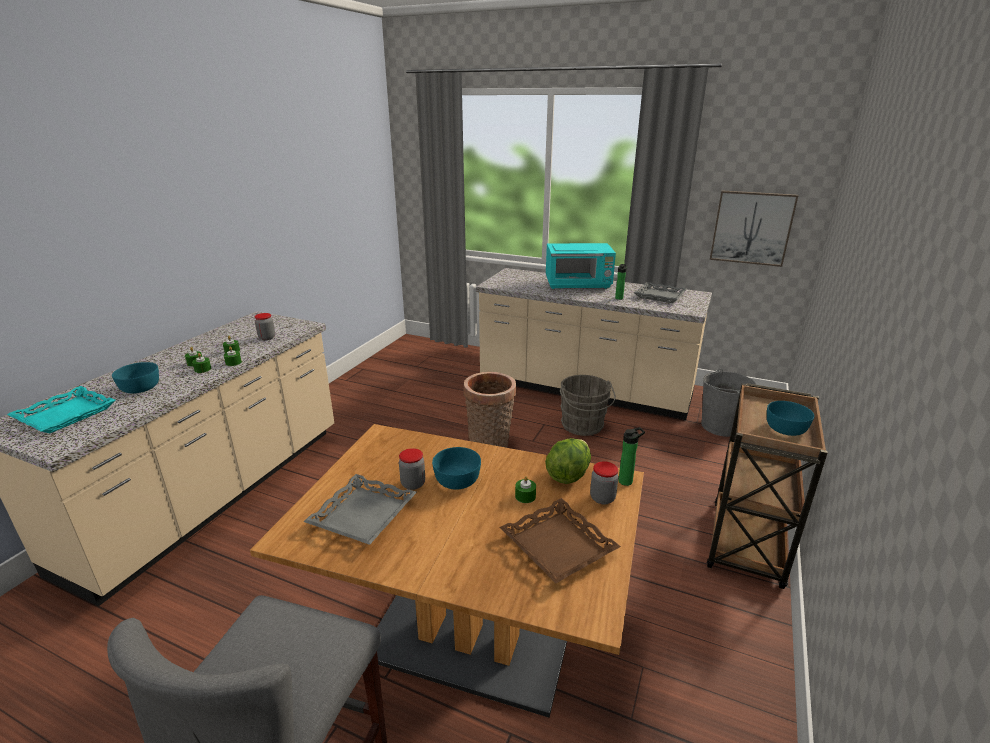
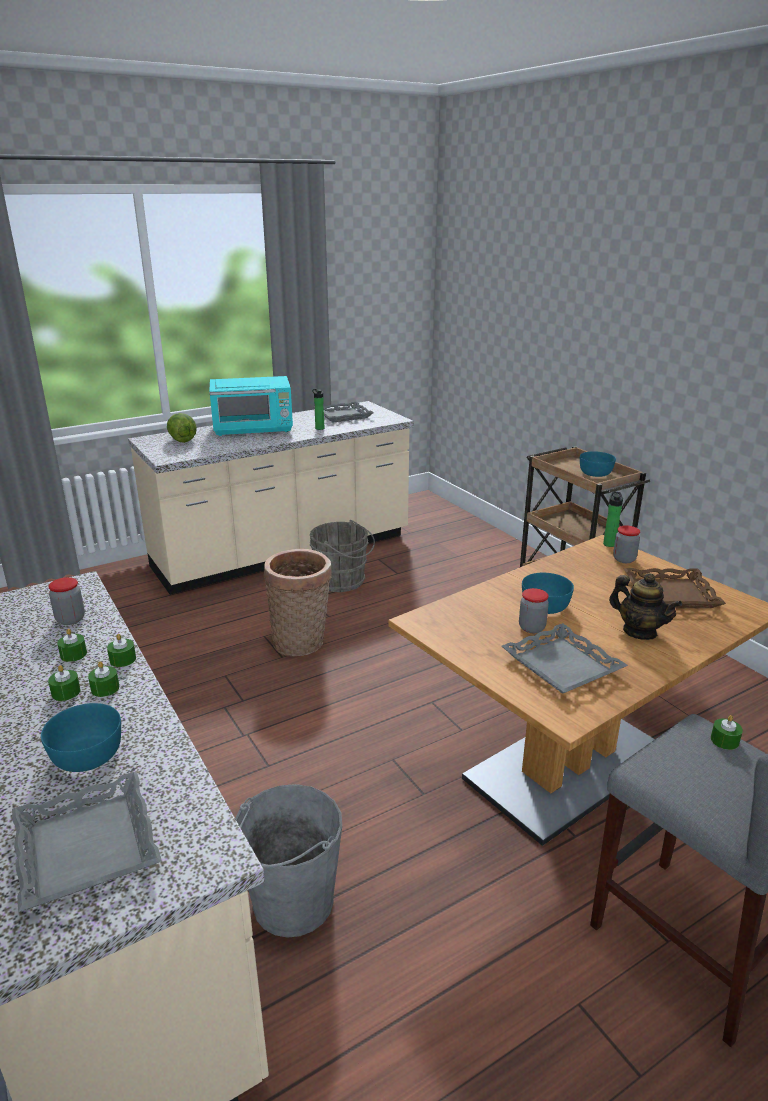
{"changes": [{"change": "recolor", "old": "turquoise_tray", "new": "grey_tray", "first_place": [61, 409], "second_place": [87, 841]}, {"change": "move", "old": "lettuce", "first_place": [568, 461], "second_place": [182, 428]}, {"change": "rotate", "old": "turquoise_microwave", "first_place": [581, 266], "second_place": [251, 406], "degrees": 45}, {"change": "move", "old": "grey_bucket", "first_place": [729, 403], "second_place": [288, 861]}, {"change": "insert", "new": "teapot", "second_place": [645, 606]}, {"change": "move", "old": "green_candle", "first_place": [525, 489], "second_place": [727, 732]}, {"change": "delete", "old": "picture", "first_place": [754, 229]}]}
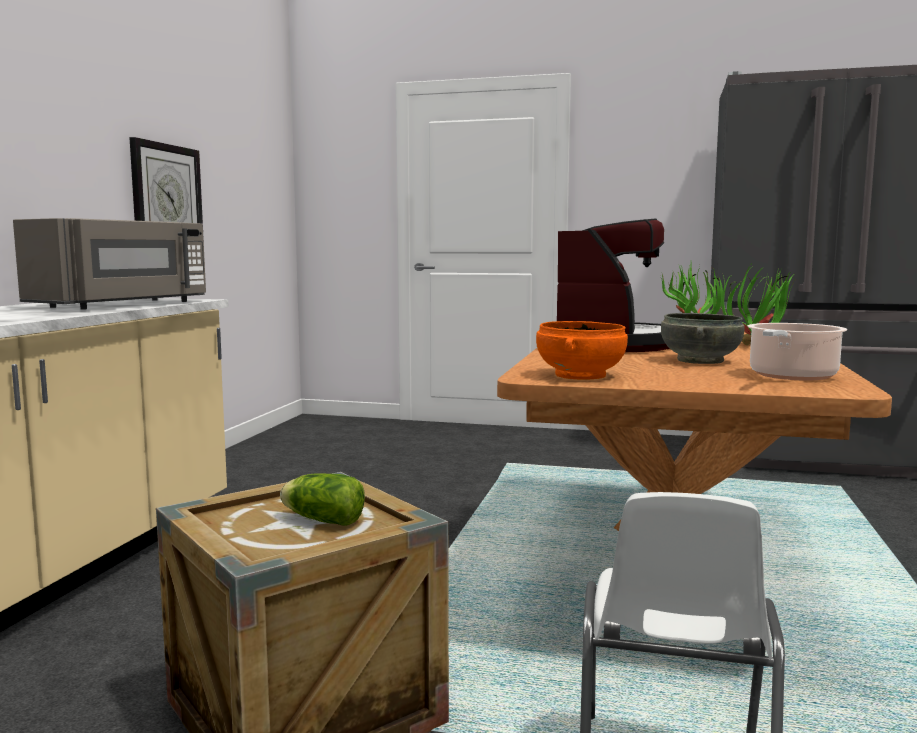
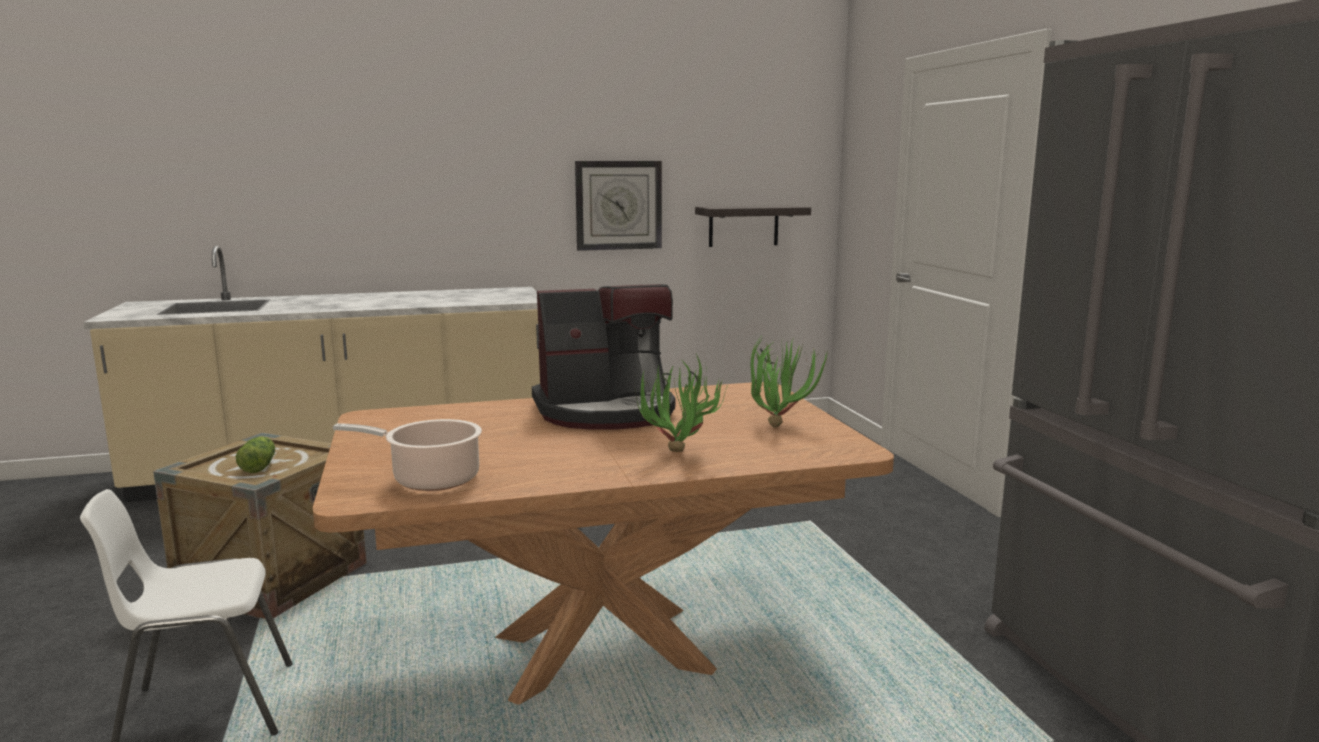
{"changes": [{"change": "insert", "new": "shelf", "second_place": [753, 226]}, {"change": "delete", "old": "grey_microwave", "first_place": [109, 264]}, {"change": "delete", "old": "orange_bowl", "first_place": [582, 350]}, {"change": "delete", "old": "grey_bowl", "first_place": [703, 338]}]}
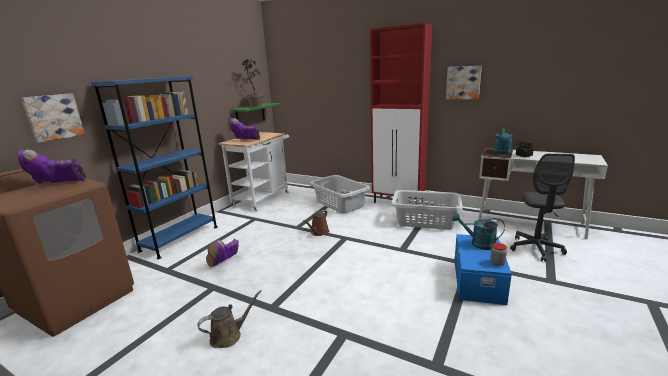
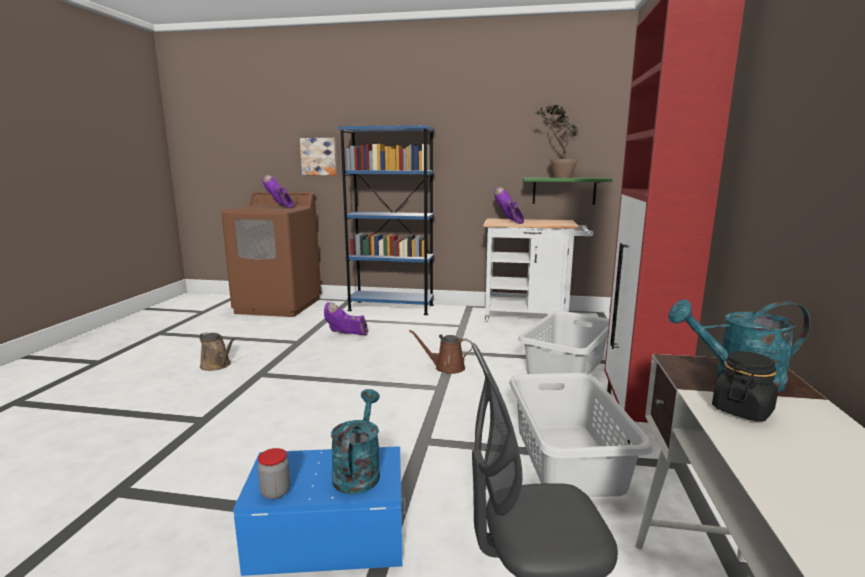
{"changes": [{"change": "delete", "old": "picture", "first_place": [464, 82]}]}
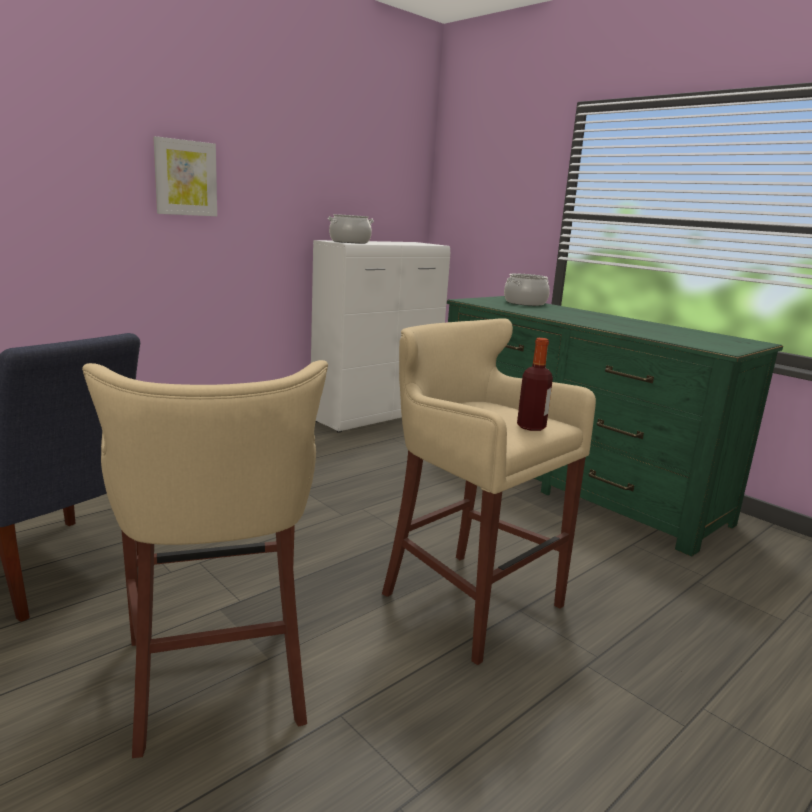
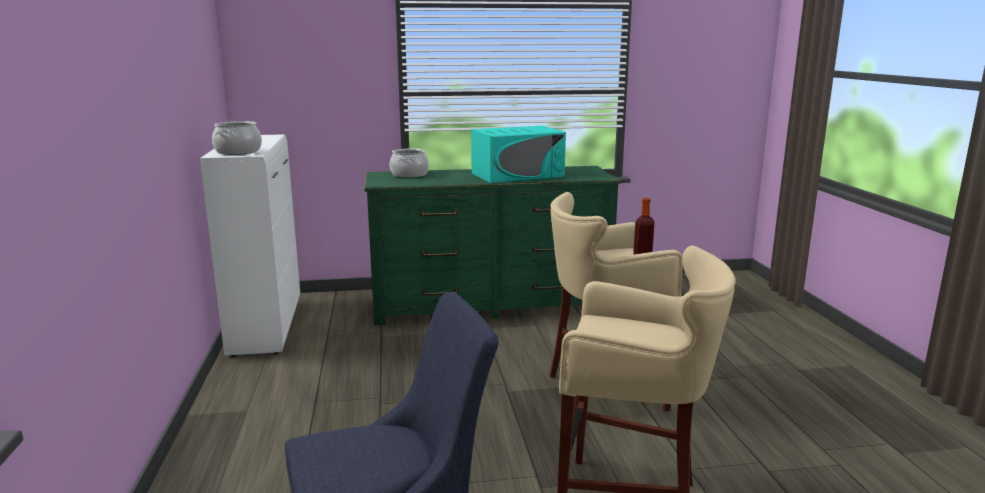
{"changes": [{"change": "insert", "new": "turquoise_microwave", "second_place": [518, 154]}, {"change": "delete", "old": "picture", "first_place": [185, 176]}]}
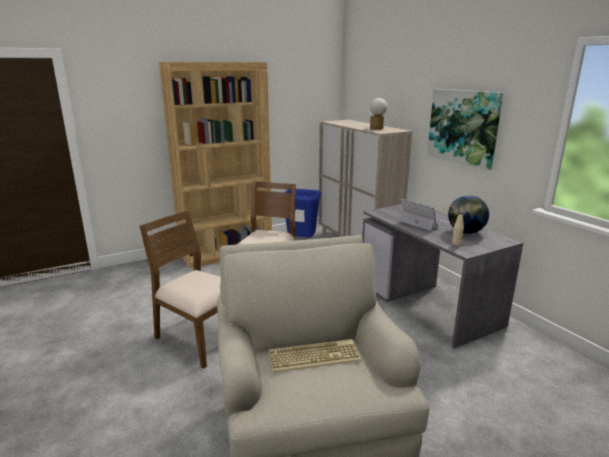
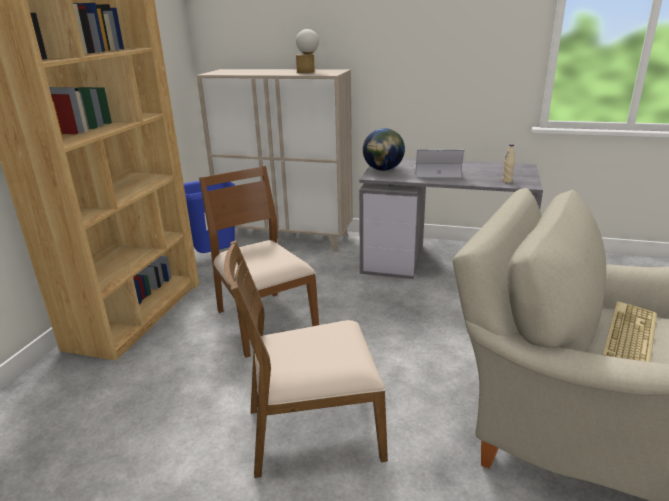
{"changes": [{"change": "move", "old": "globe", "first_place": [468, 214], "second_place": [384, 149]}, {"change": "delete", "old": "picture", "first_place": [465, 129]}]}
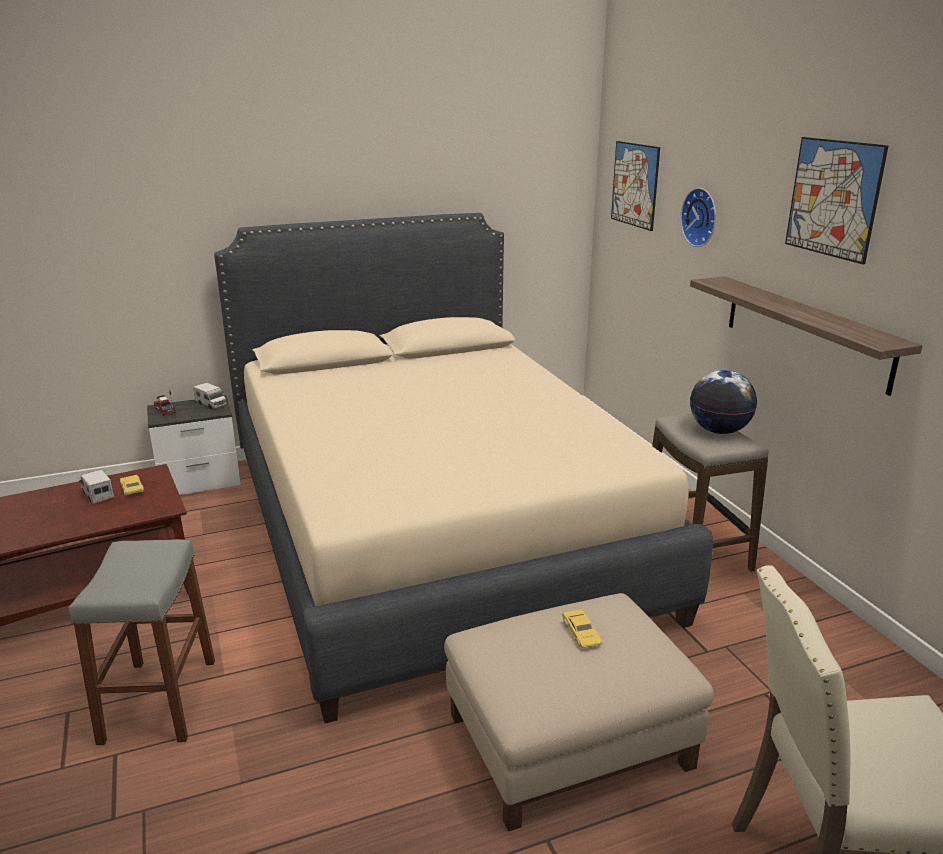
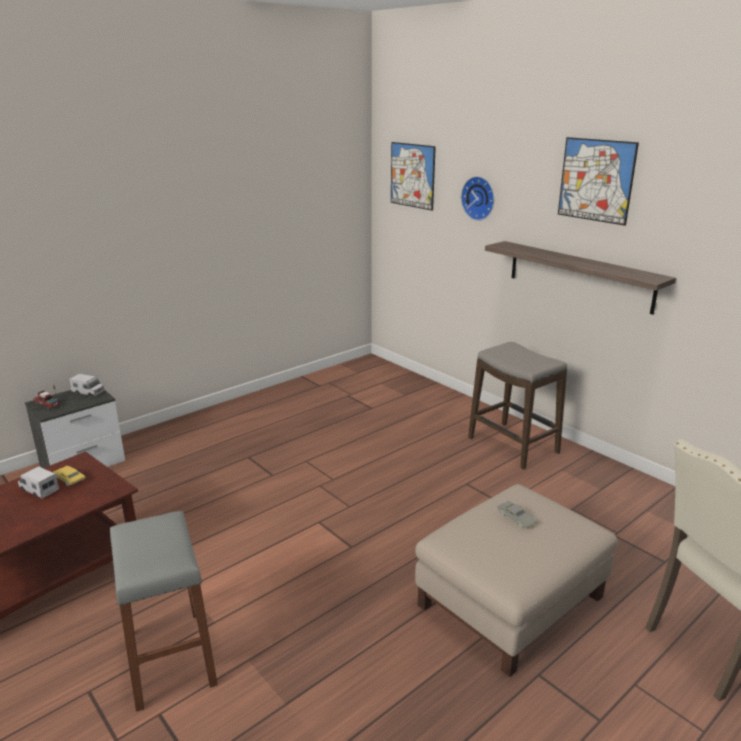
{"changes": [{"change": "recolor", "old": "yellow_toy_car", "new": "grey_toy_car", "first_place": [582, 628], "second_place": [517, 514]}, {"change": "delete", "old": "beige_bed", "first_place": [463, 468]}, {"change": "delete", "old": "globe", "first_place": [723, 402]}]}
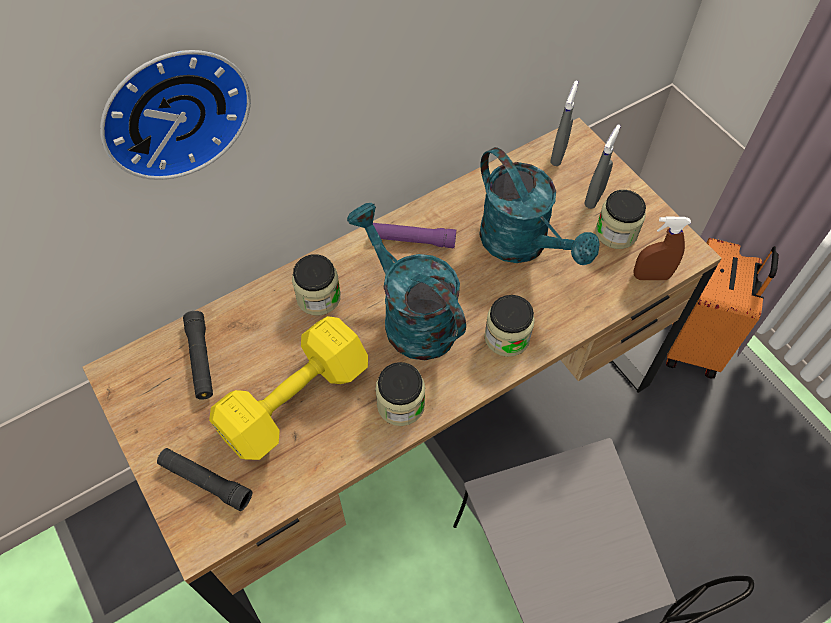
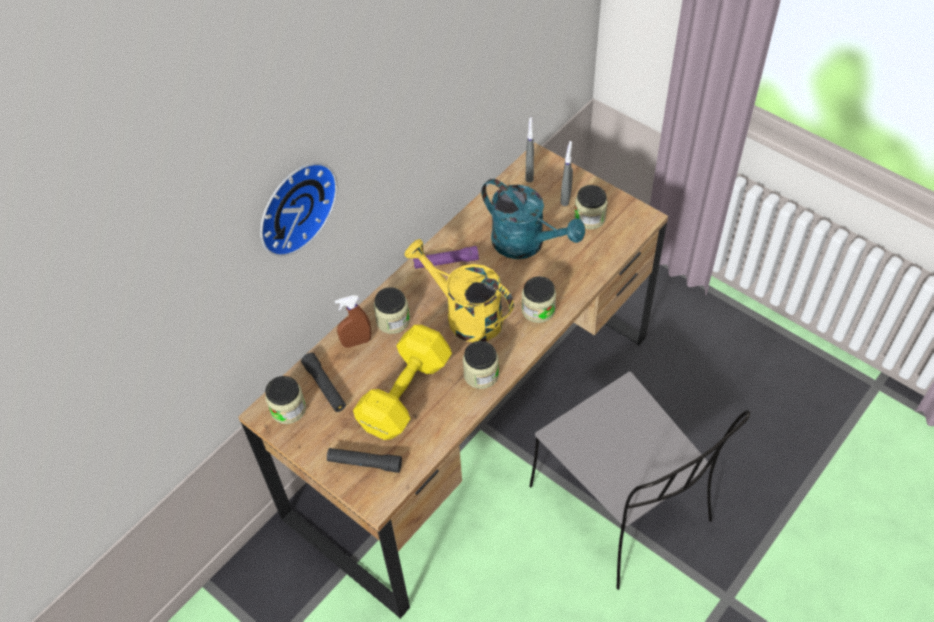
{"changes": [{"change": "insert", "new": "jar", "second_place": [285, 400]}, {"change": "move", "old": "brown_spray_bottle", "first_place": [662, 248], "second_place": [353, 321]}, {"change": "recolor", "old": "turquoise_watering_can", "new": "yellow_watering_can", "first_place": [406, 281], "second_place": [459, 290]}, {"change": "delete", "old": "orange_suitcase", "first_place": [722, 308]}]}
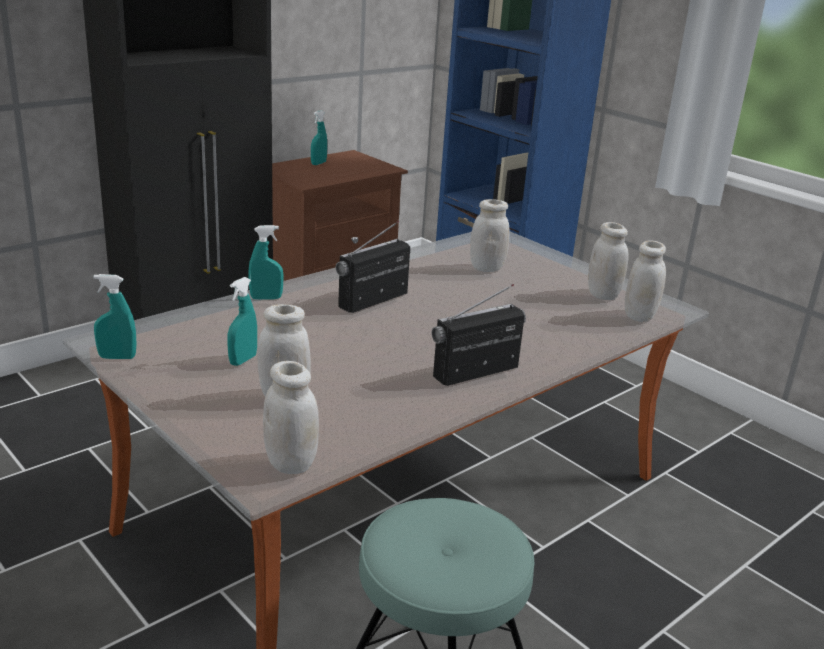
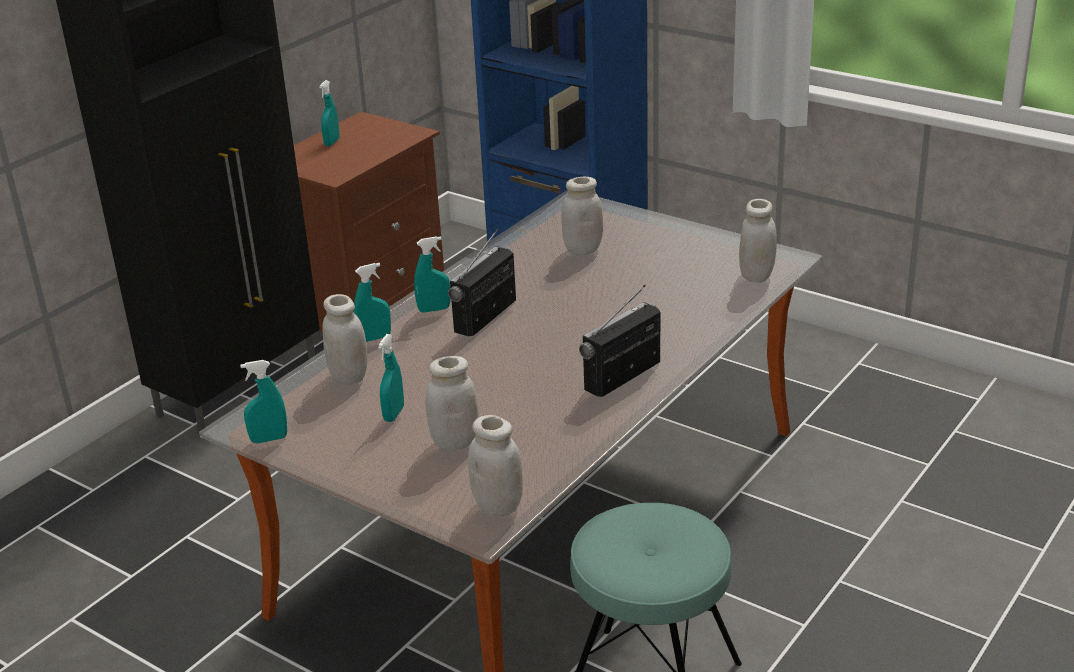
{"changes": [{"change": "move", "old": "white_jar", "first_place": [608, 261], "second_place": [345, 339]}, {"change": "insert", "new": "turquoise_spray_bottle", "second_place": [432, 274]}]}
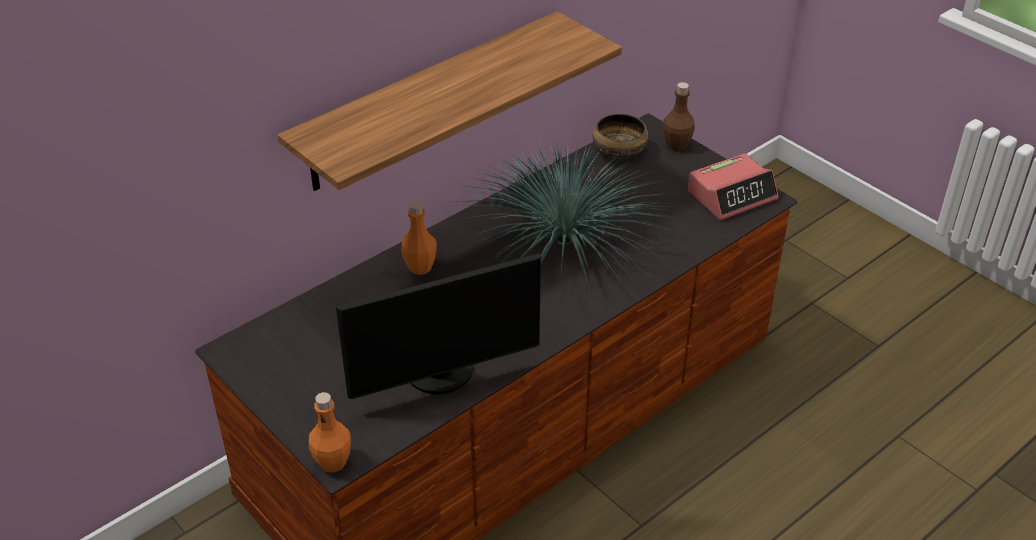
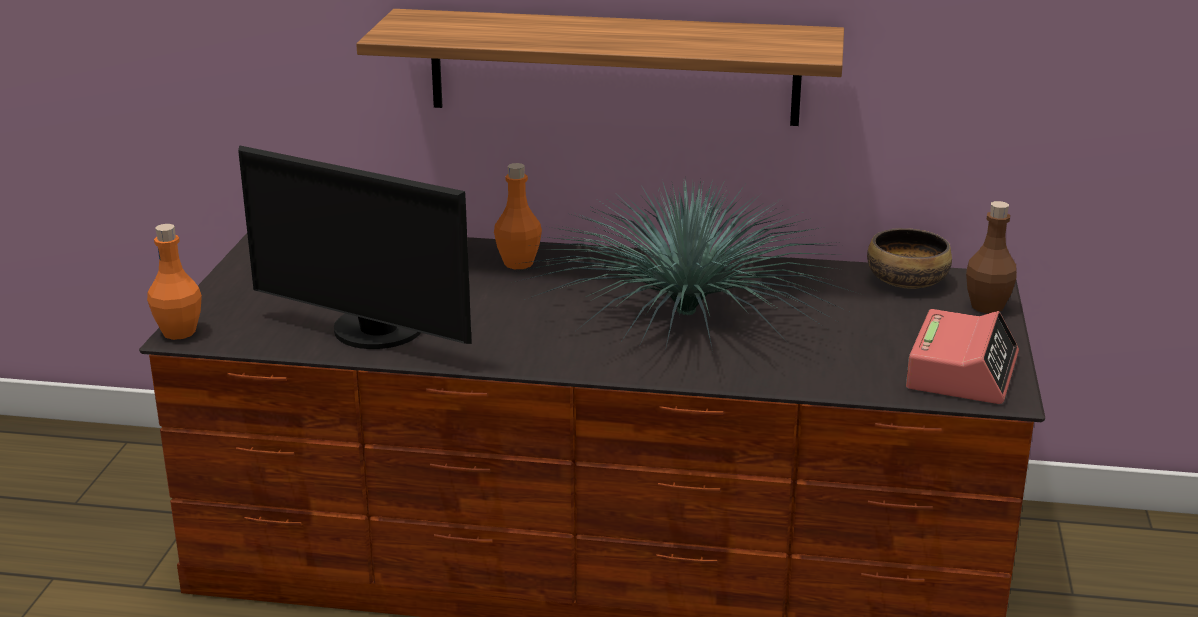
{"changes": [{"change": "rotate", "old": "alarm_clock", "first_place": [733, 186], "second_place": [962, 356], "degrees": -90}]}
